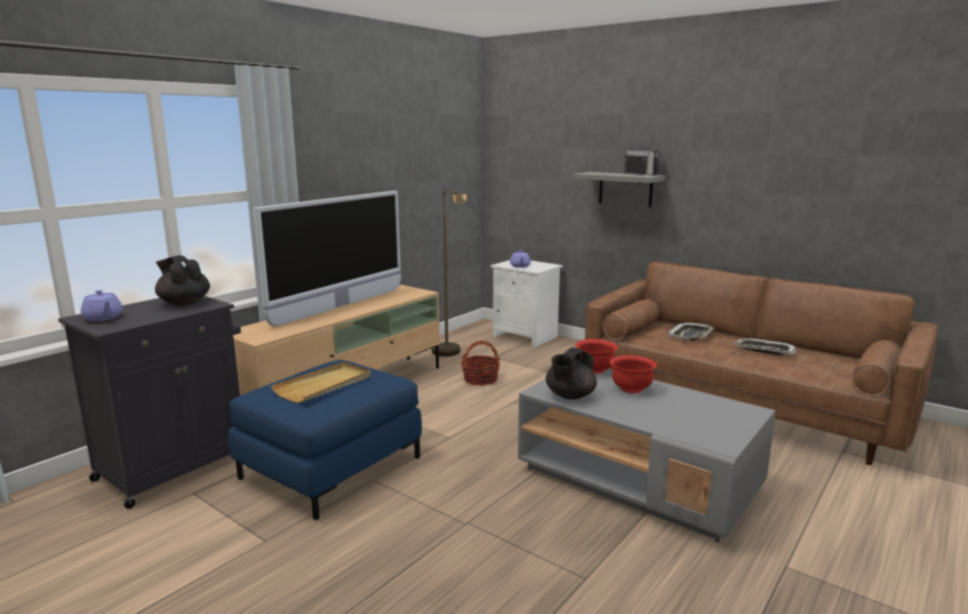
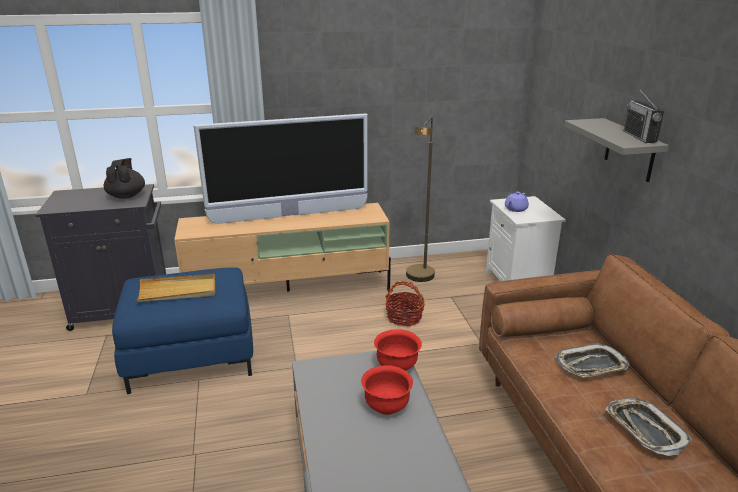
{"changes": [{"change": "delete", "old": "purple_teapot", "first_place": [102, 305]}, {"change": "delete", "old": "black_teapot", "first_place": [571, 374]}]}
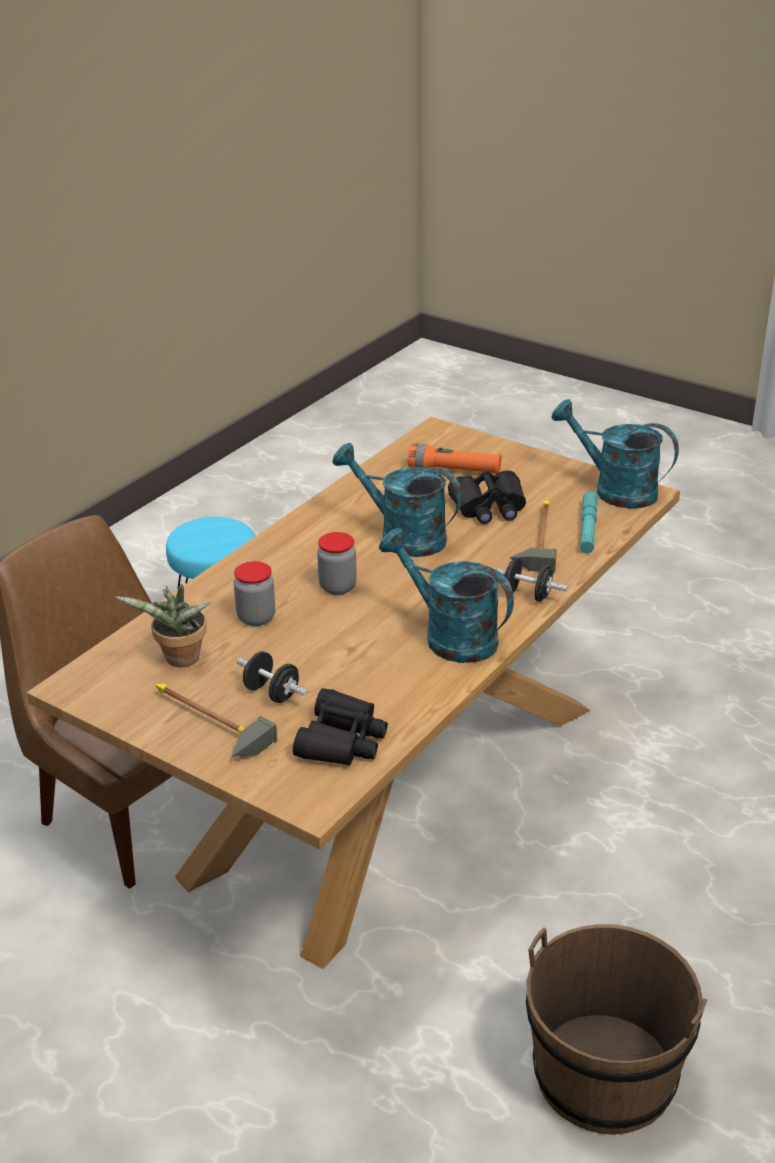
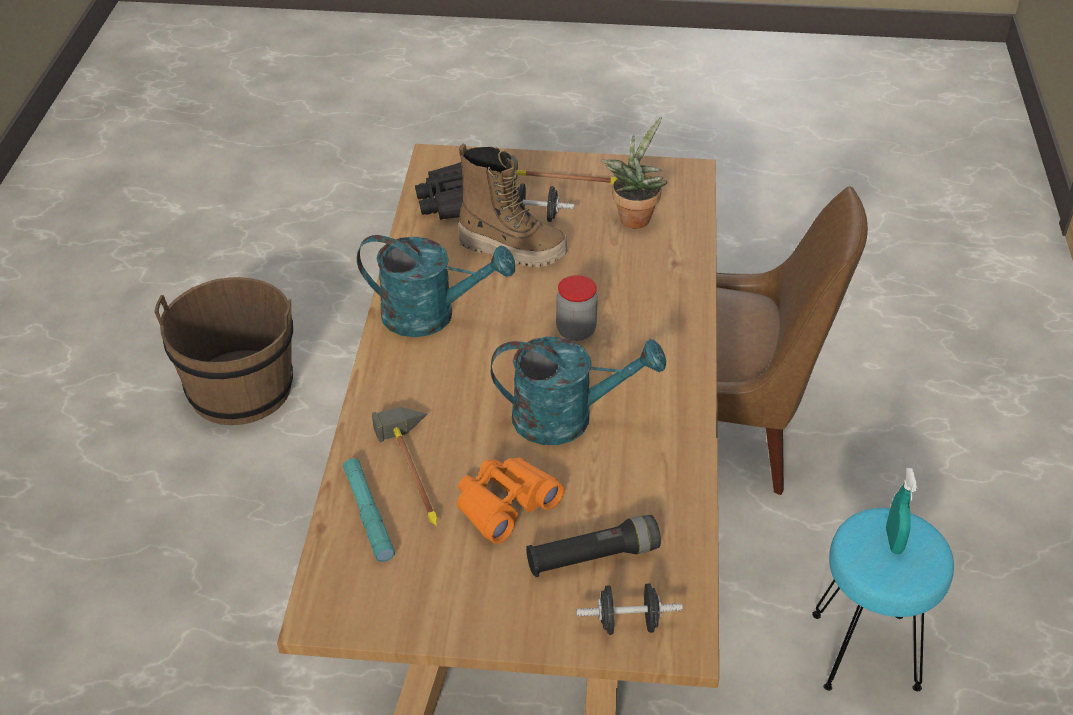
{"changes": [{"change": "recolor", "old": "black_binoculars", "new": "orange_binoculars", "first_place": [487, 497], "second_place": [510, 500]}, {"change": "insert", "new": "boot", "second_place": [513, 205]}, {"change": "recolor", "old": "orange_flashlight", "new": "black_flashlight", "first_place": [455, 459], "second_place": [593, 546]}, {"change": "move", "old": "black_dumbbell", "first_place": [530, 580], "second_place": [630, 609]}, {"change": "insert", "new": "turquoise_spray_bottle", "second_place": [902, 511]}, {"change": "delete", "old": "jar", "first_place": [254, 593]}, {"change": "delete", "old": "turquoise_watering_can", "first_place": [615, 454]}]}
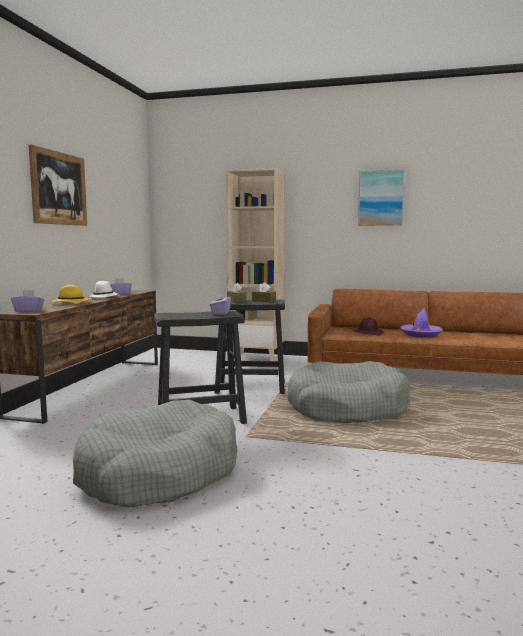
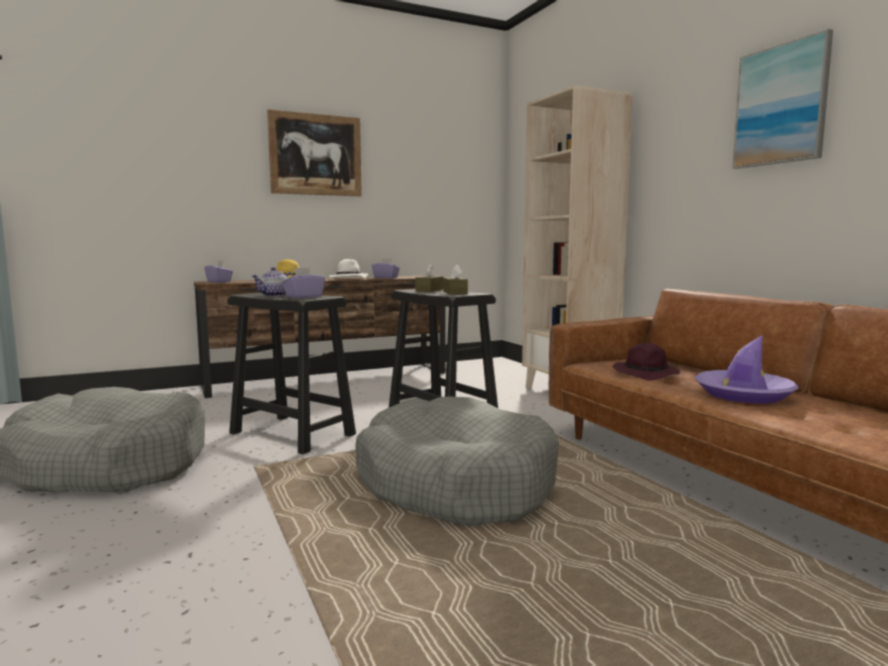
{"changes": [{"change": "insert", "new": "teapot", "second_place": [273, 282]}]}
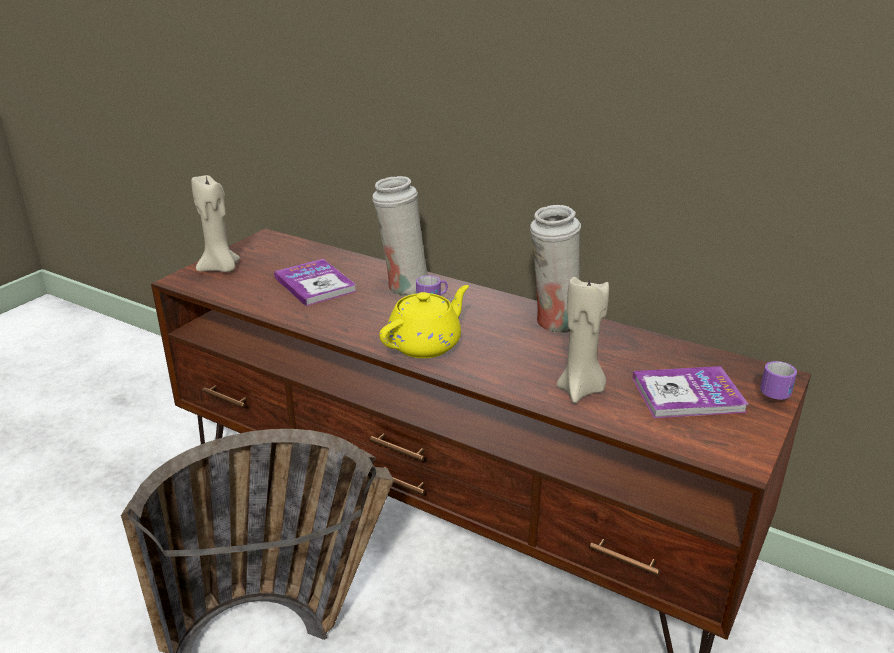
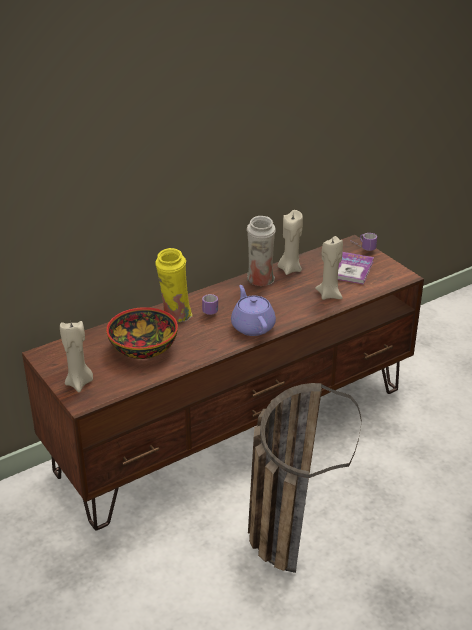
{"changes": [{"change": "replace", "old": "book", "new": "bowl", "first_place": [315, 282], "second_place": [142, 333]}, {"change": "recolor", "old": "white_vase", "new": "yellow_vase", "first_place": [400, 236], "second_place": [173, 285]}, {"change": "recolor", "old": "yellow_teapot", "new": "purple_teapot", "first_place": [424, 321], "second_place": [253, 310]}, {"change": "insert", "new": "beige_candle", "second_place": [290, 242]}]}
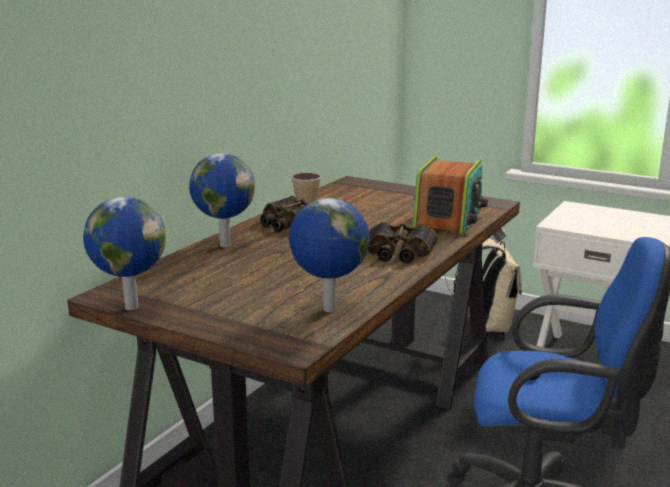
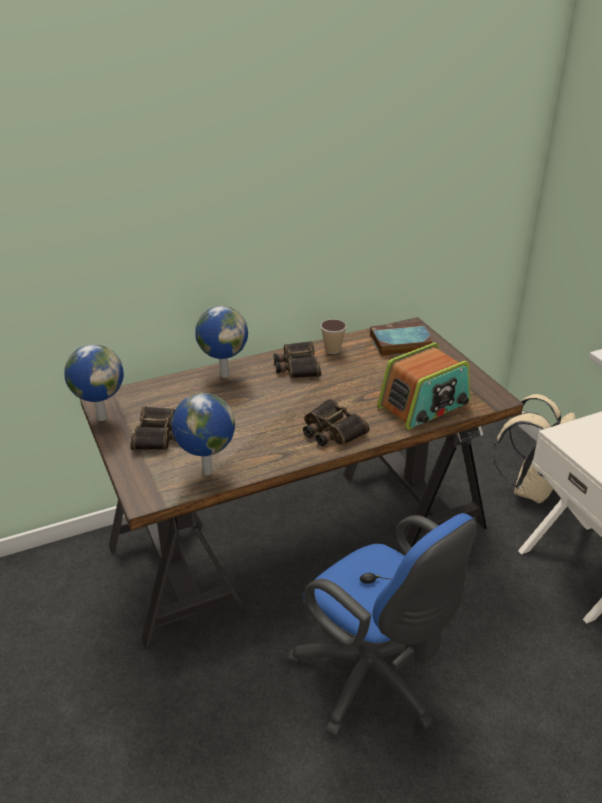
{"changes": [{"change": "insert", "new": "binoculars", "second_place": [153, 428]}, {"change": "insert", "new": "book", "second_place": [402, 339]}]}
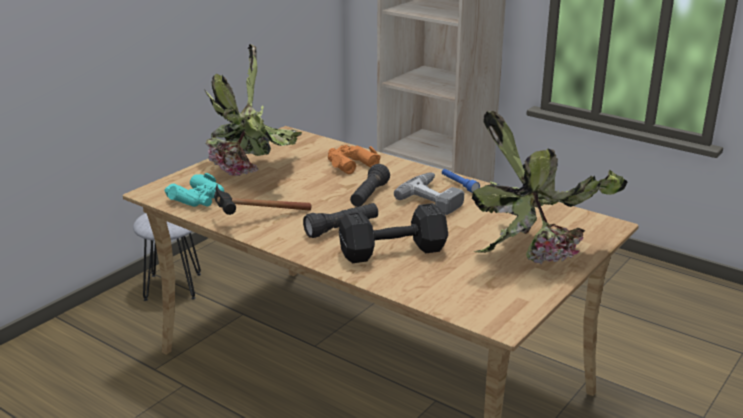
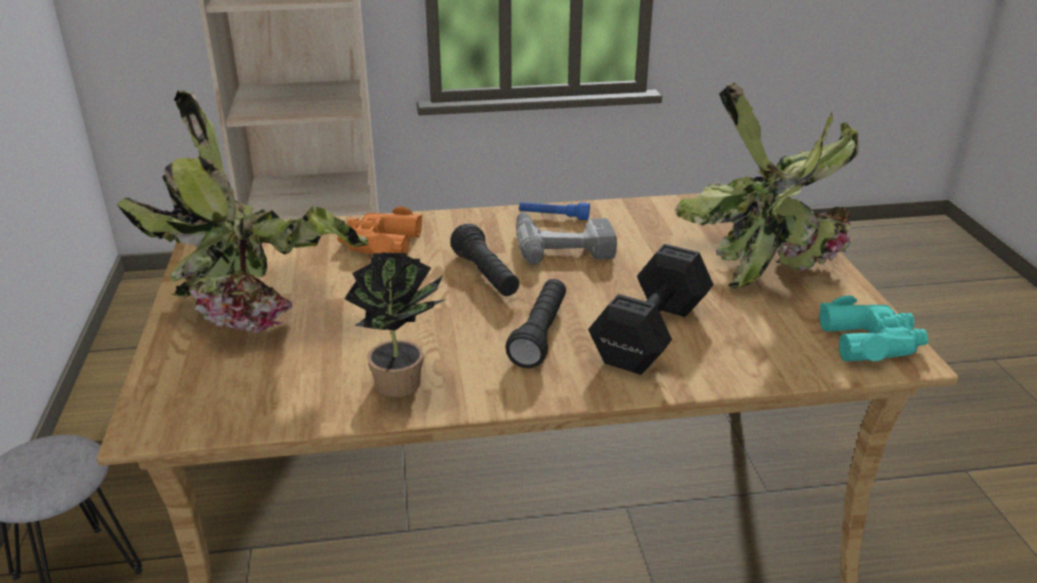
{"changes": [{"change": "replace", "old": "hammer", "new": "potted_plant", "first_place": [263, 199], "second_place": [395, 324]}, {"change": "move", "old": "turquoise_binoculars", "first_place": [194, 190], "second_place": [874, 328]}]}
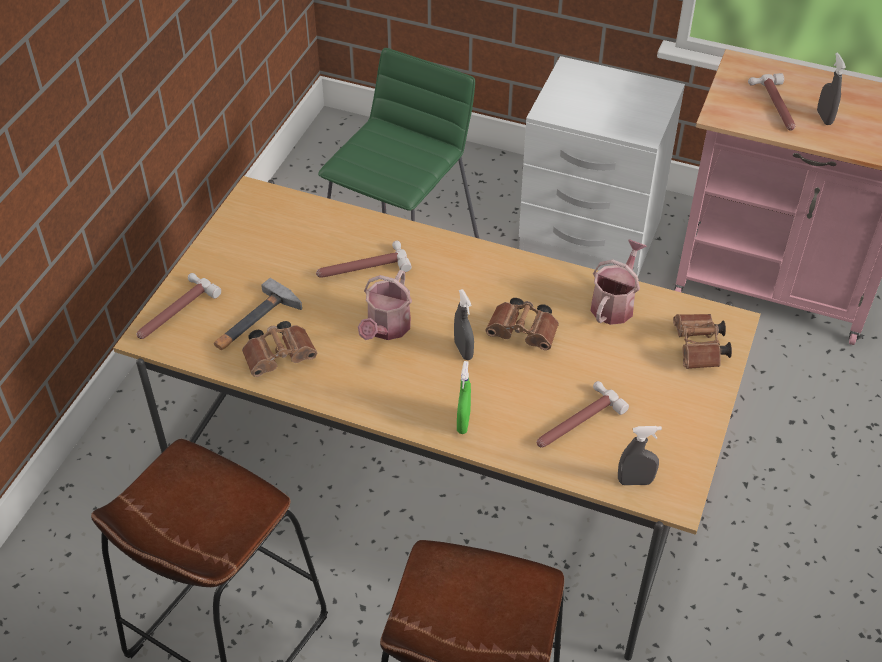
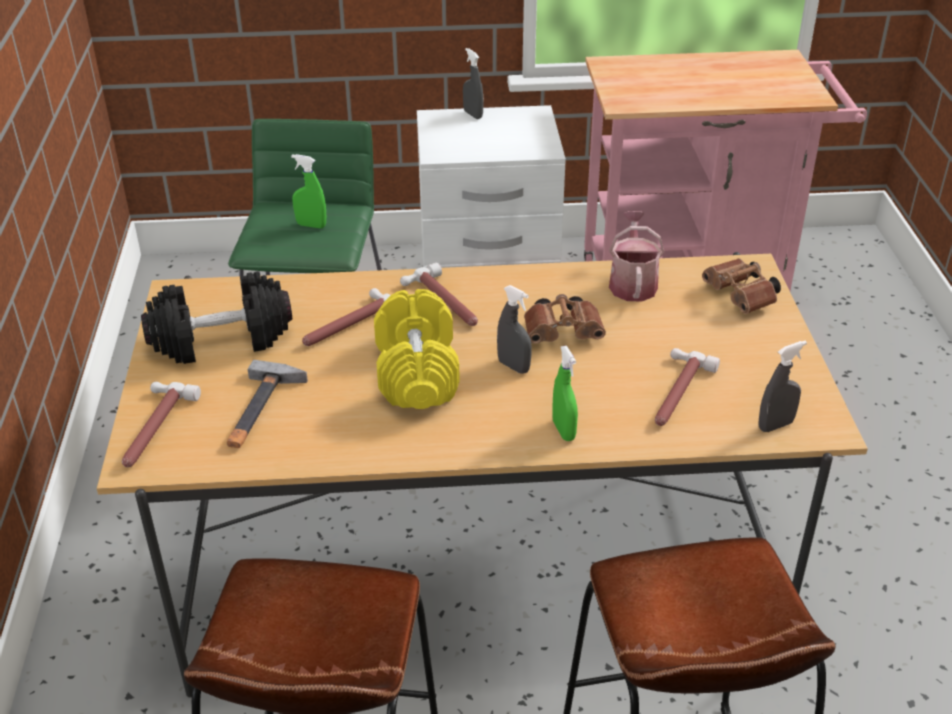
{"changes": [{"change": "insert", "new": "black_dumbbell", "second_place": [216, 317]}, {"change": "insert", "new": "green_spray_bottle", "second_place": [308, 191]}, {"change": "replace", "old": "watering_can", "new": "yellow_dumbbell", "first_place": [385, 305], "second_place": [417, 349]}, {"change": "move", "old": "hammer", "first_place": [771, 102], "second_place": [439, 294]}, {"change": "move", "old": "grey_spray_bottle", "first_place": [831, 88], "second_place": [473, 83]}, {"change": "delete", "old": "brown_binoculars", "first_place": [279, 349]}]}
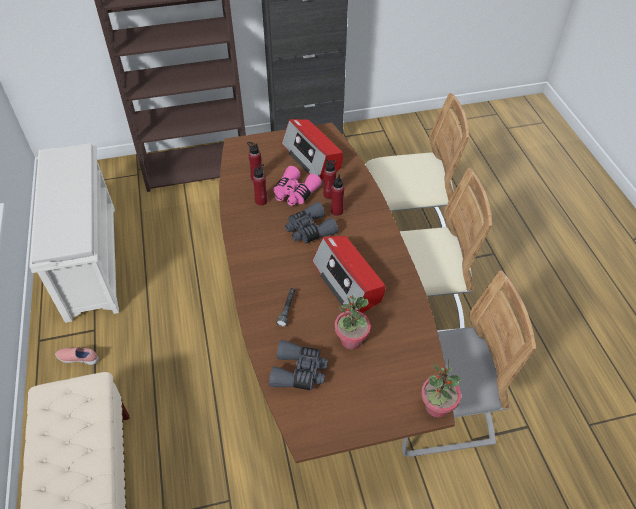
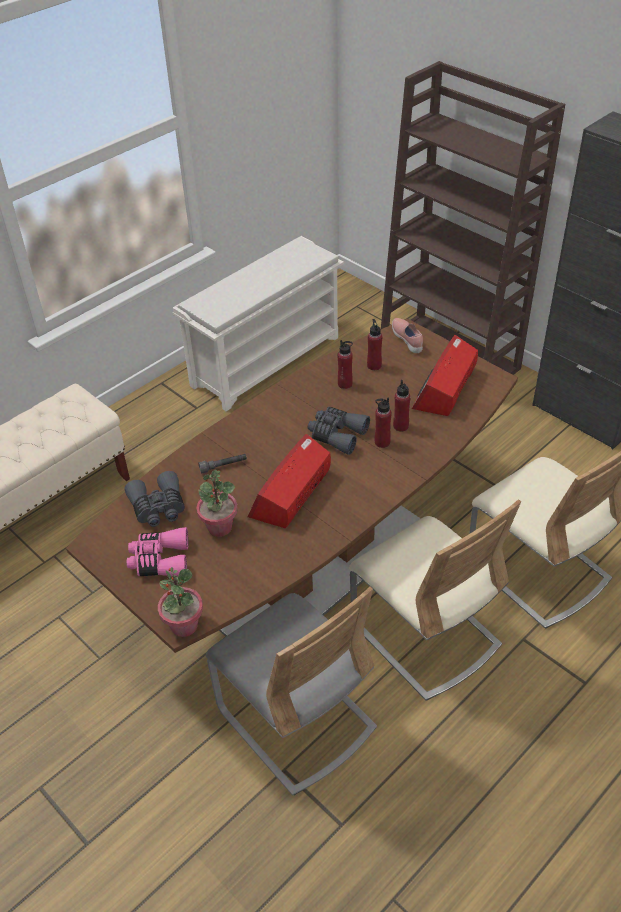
{"changes": [{"change": "move", "old": "pink_binoculars", "first_place": [297, 186], "second_place": [158, 552]}, {"change": "move", "old": "pink_shoe", "first_place": [77, 356], "second_place": [407, 335]}]}
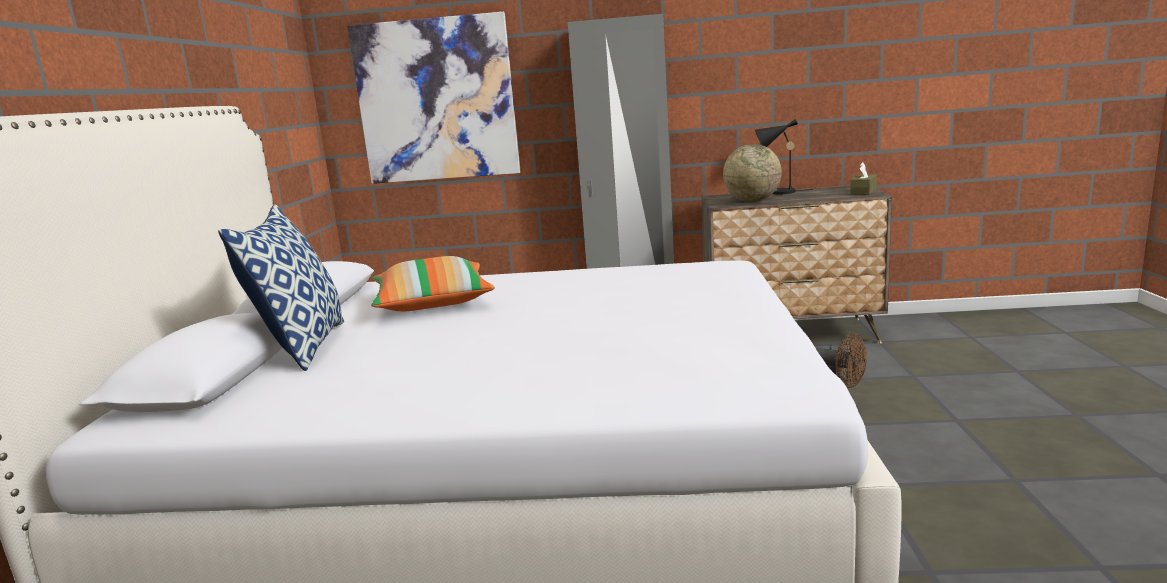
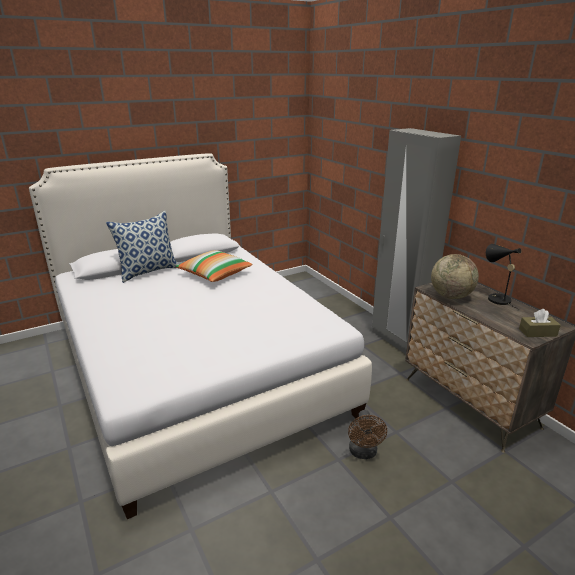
{"changes": [{"change": "delete", "old": "picture", "first_place": [434, 98]}]}
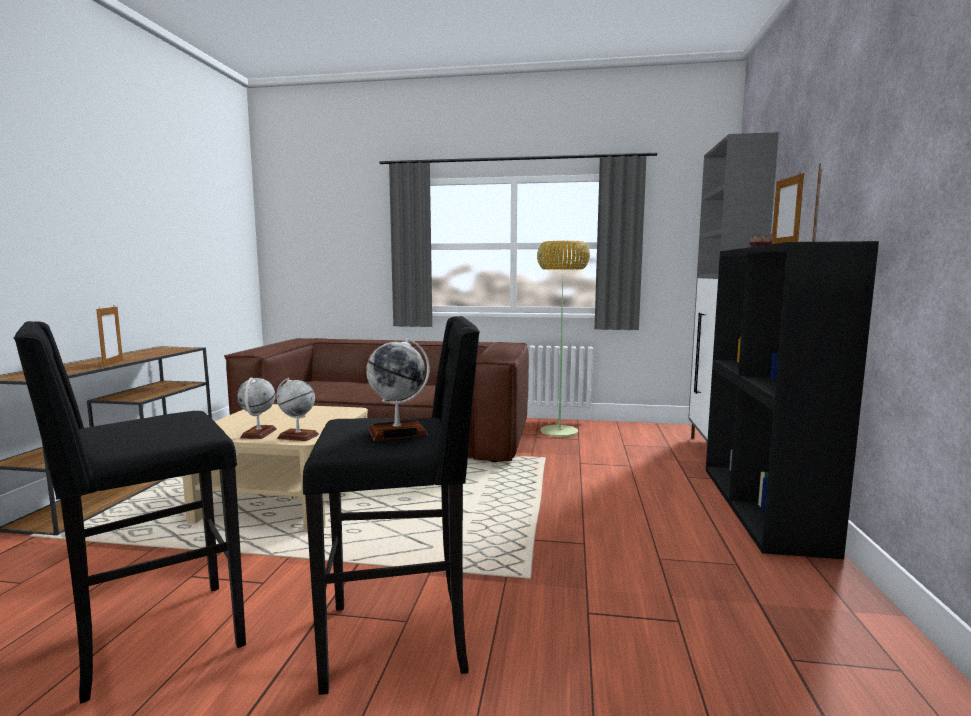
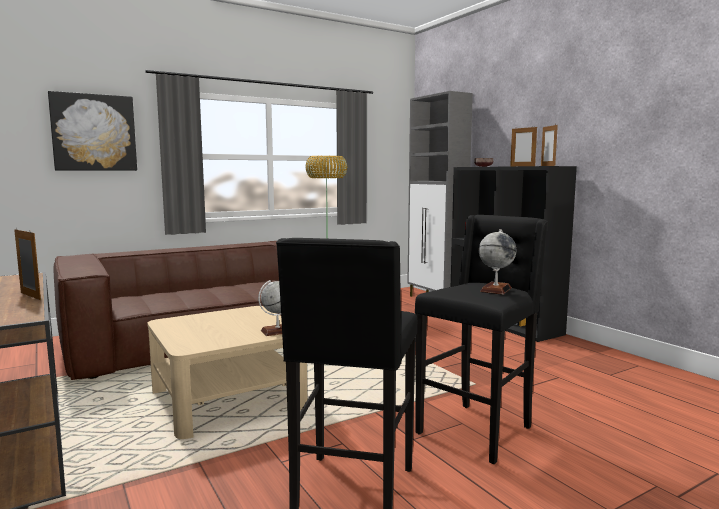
{"changes": [{"change": "insert", "new": "picture", "second_place": [92, 131]}, {"change": "delete", "old": "globe", "first_place": [257, 408]}]}
